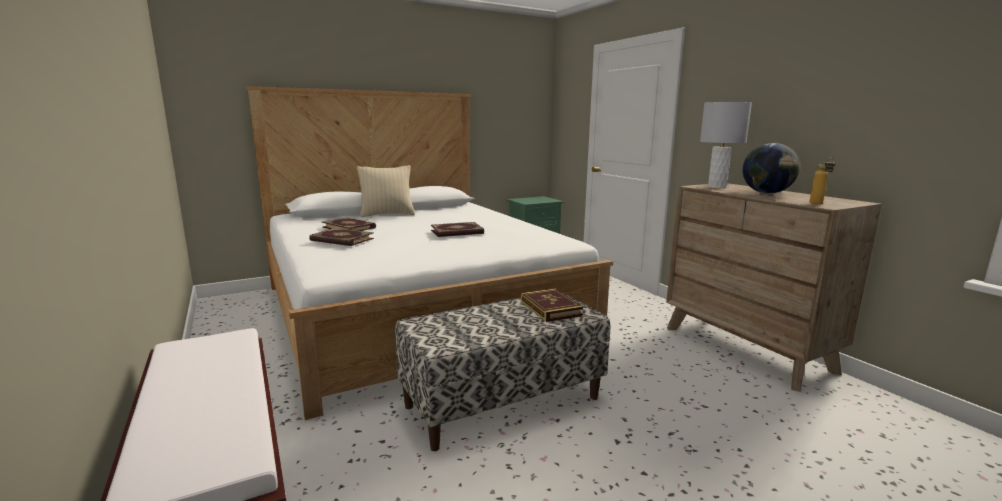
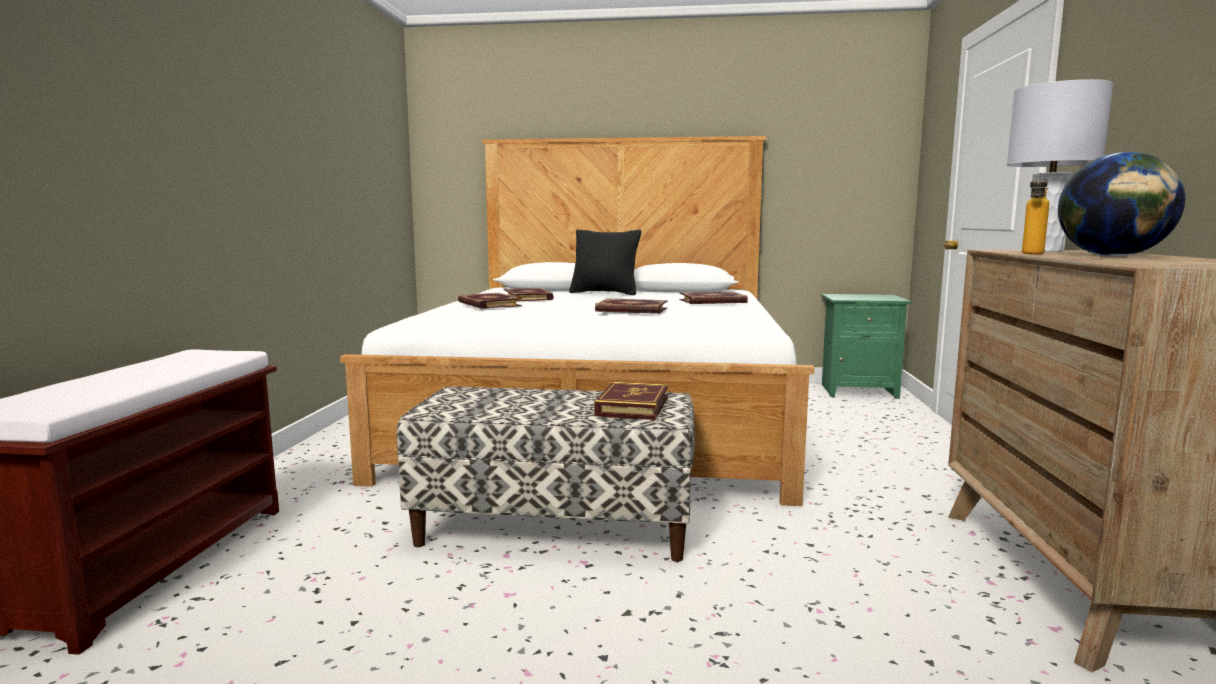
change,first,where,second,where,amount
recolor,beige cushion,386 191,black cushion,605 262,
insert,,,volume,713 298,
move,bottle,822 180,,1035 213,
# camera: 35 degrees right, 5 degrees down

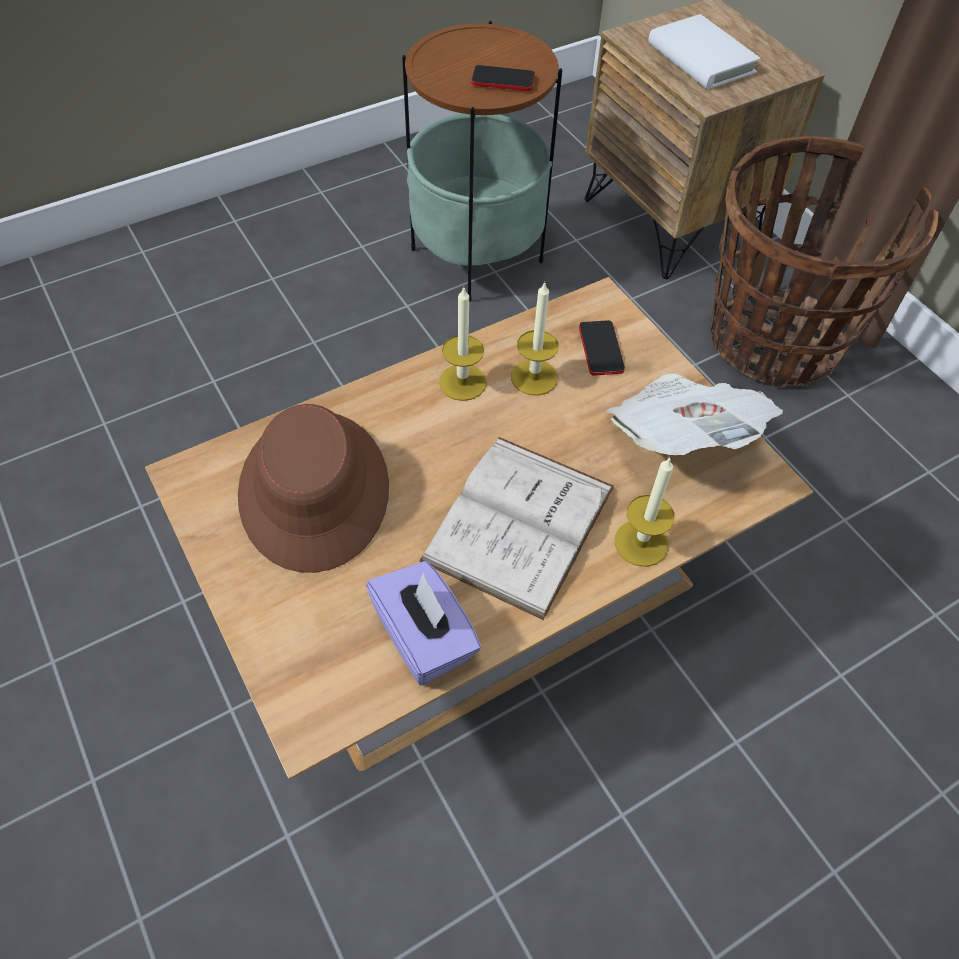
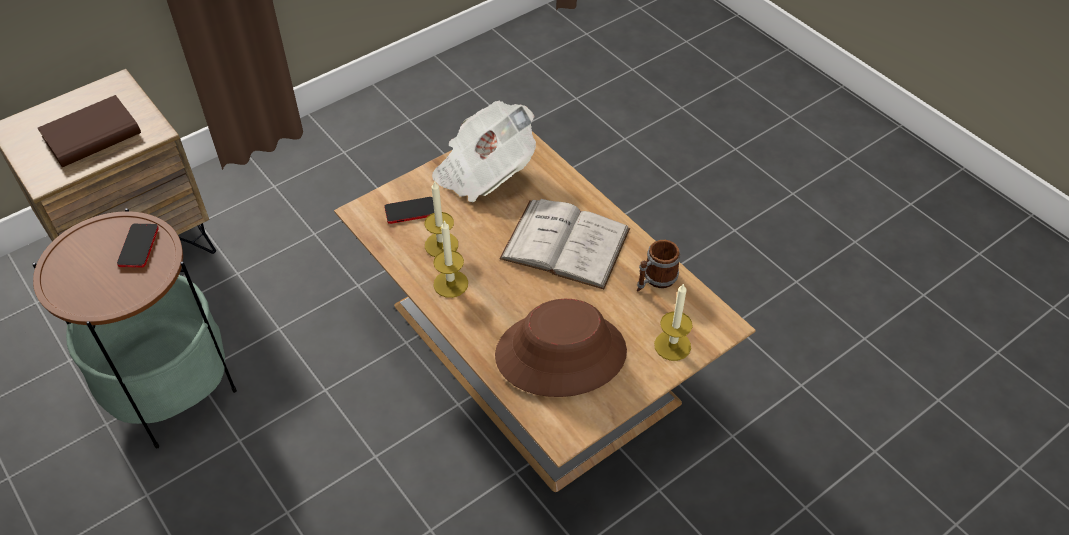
change,first,where,second,where,amount
recolor,whitish volume,704 51,brown-coloured volume,89 131,
replace,purplish tissue box,423 623,mug,659 265,
move,wax light,645 512,,673 322,
delete,storage basket,824 261,,,
# camera: 95 degrees left, 5 degrees down

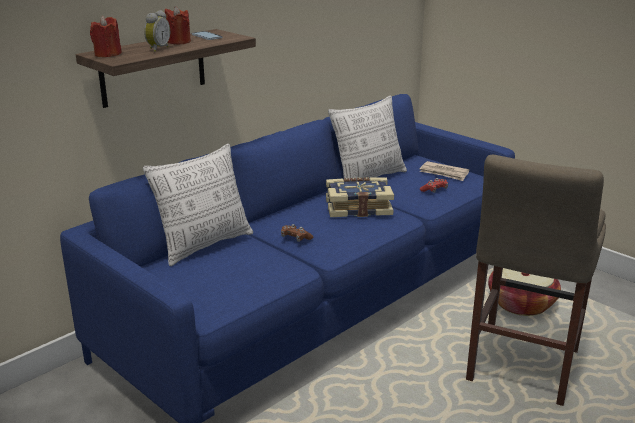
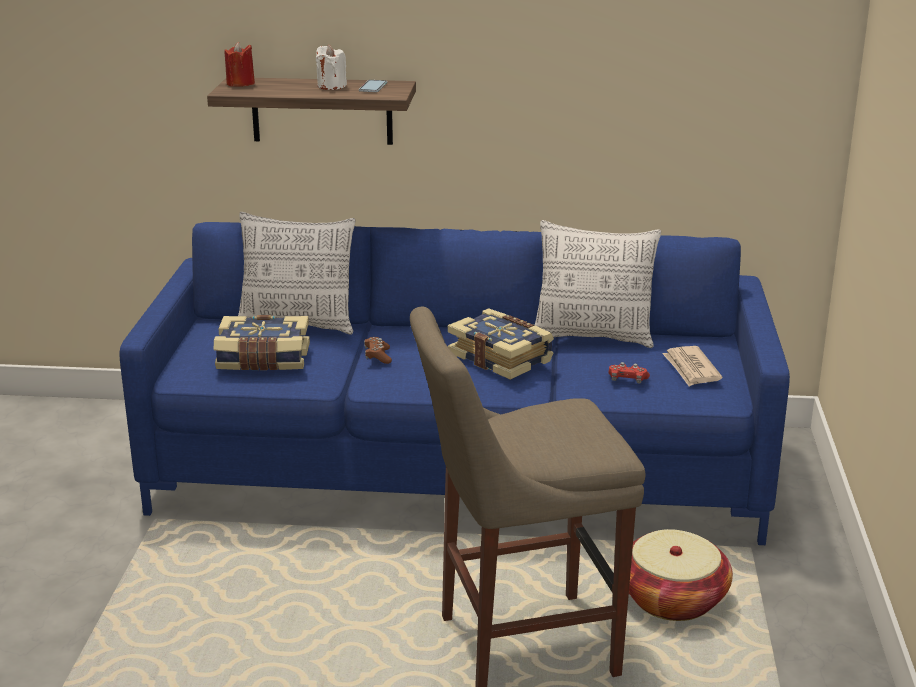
change,first,where,second,where,amount
insert,,,volume,262 342,
recolor,reddish wax light,178 25,whitish wax light,331 67,
delete,alarm clock,157 31,,,
# camera: 50 degrees right, 0 degrees up

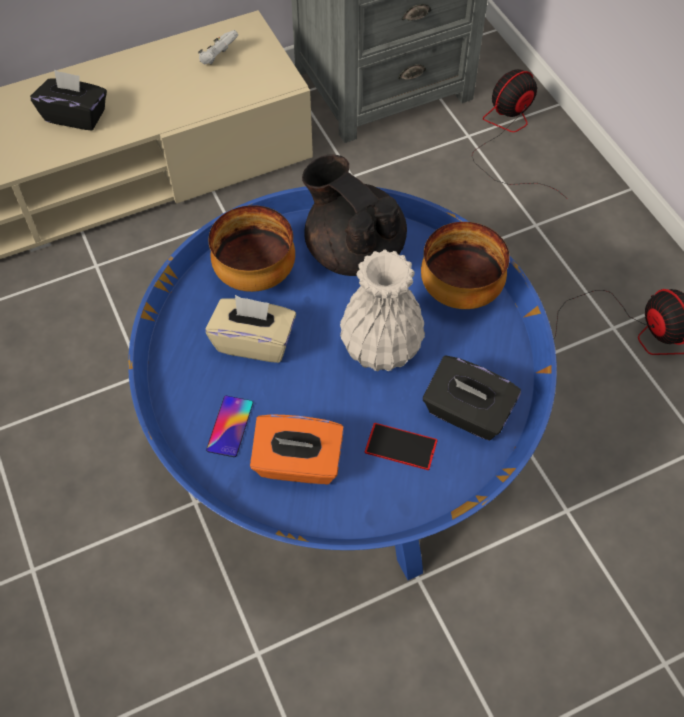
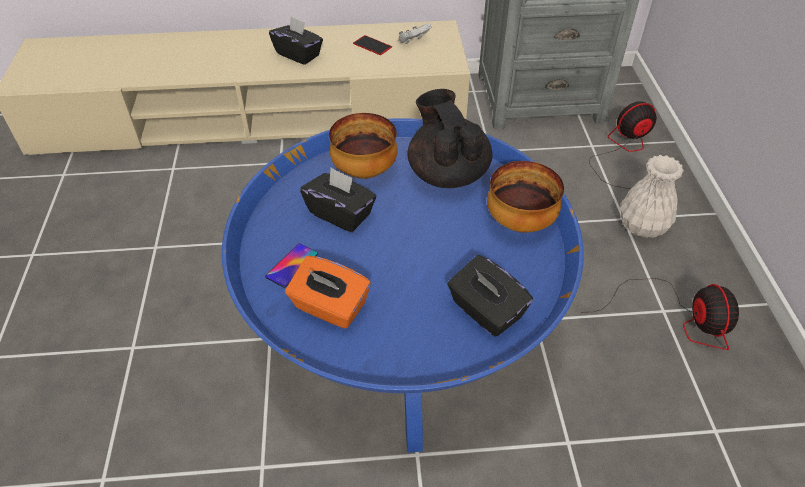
change,first,where,second,where,amount
recolor,beige tissue box,251 329,black tissue box,338 199,
move,telephone,401 446,,372 45,
move,whitish decorative vase,382 310,,652 196,
# camera: 20 degrees right, 10 degrees down

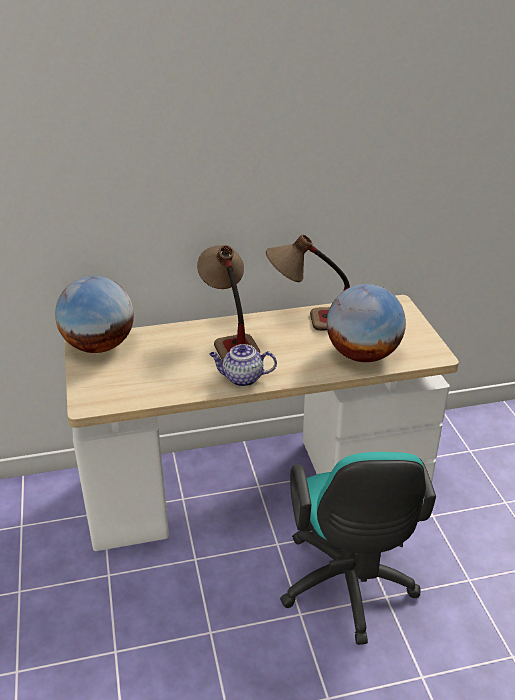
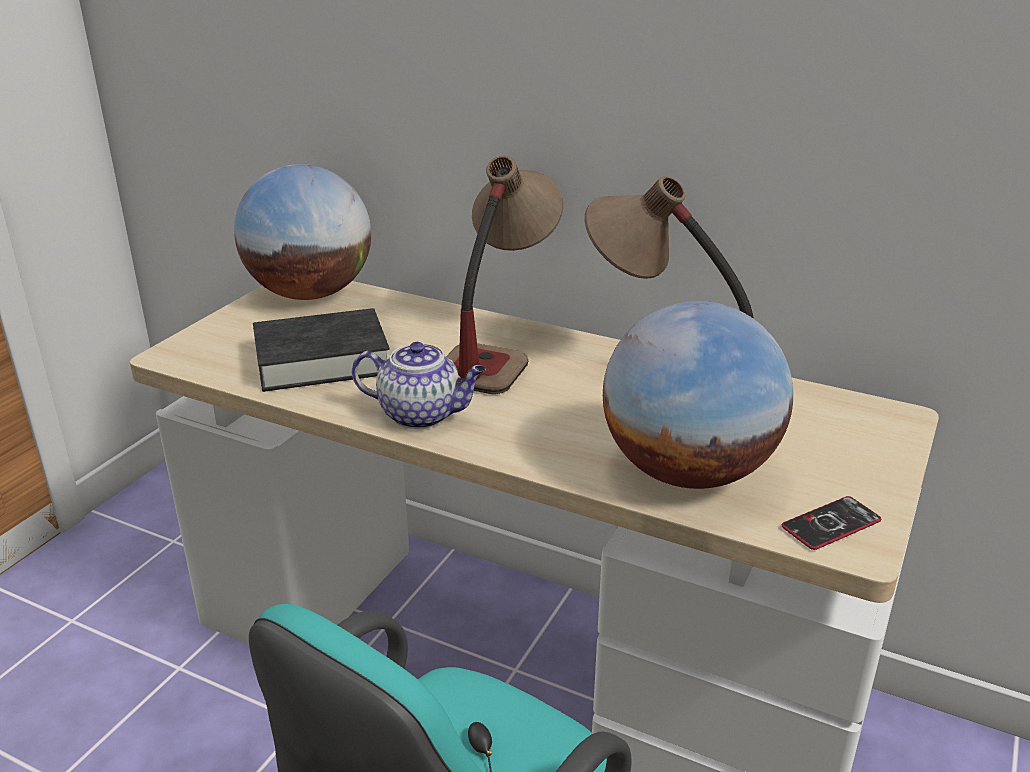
change,first,where,second,where,amount
insert,,,black volume,321 350,
rotate,teapot,243 365,,419 385,150 degrees clockwise
insert,,,telephone,831 523,
# camera: 40 degrees right, 5 degrees down

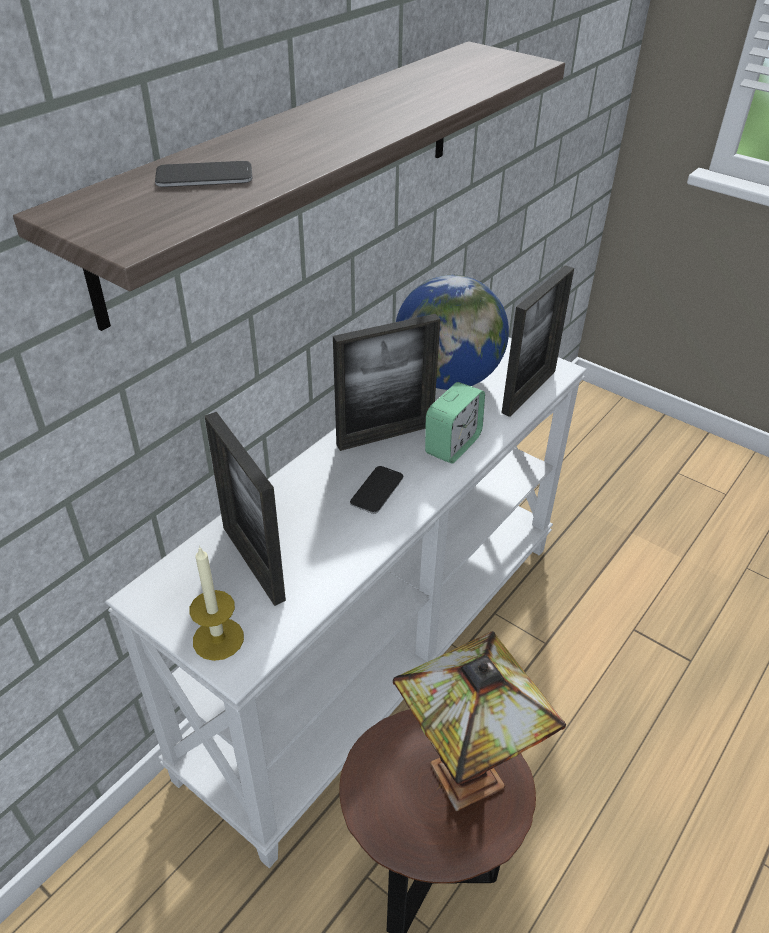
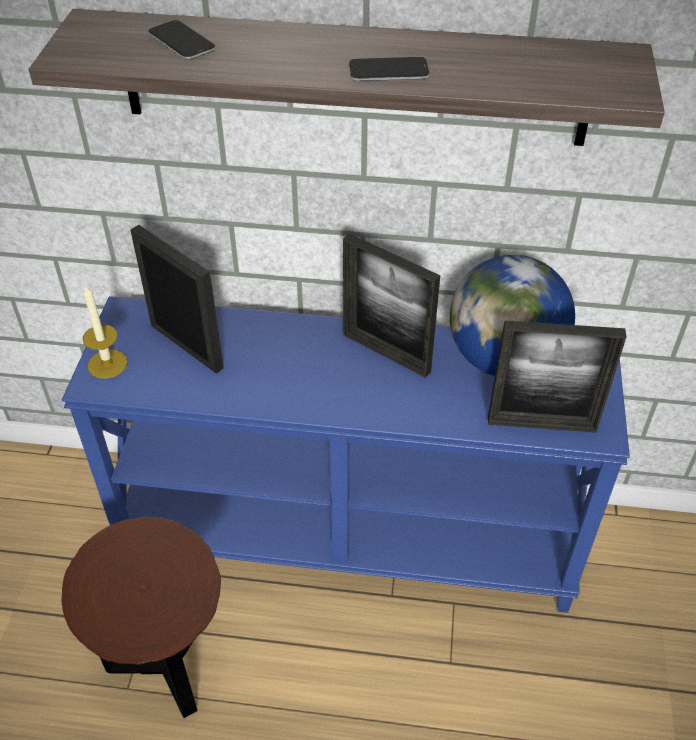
change,first,where,second,where,amount
recolor,whitish console table,346 602,bluish console table,346 454,
rotate,picture frame,245 509,,177 299,105 degrees clockwise
move,telephone,376 490,,389 69,
delete,table lamp,479 721,,,
delete,alarm clock,455 423,,,
# camera: 60 degrees right, 5 degrees up

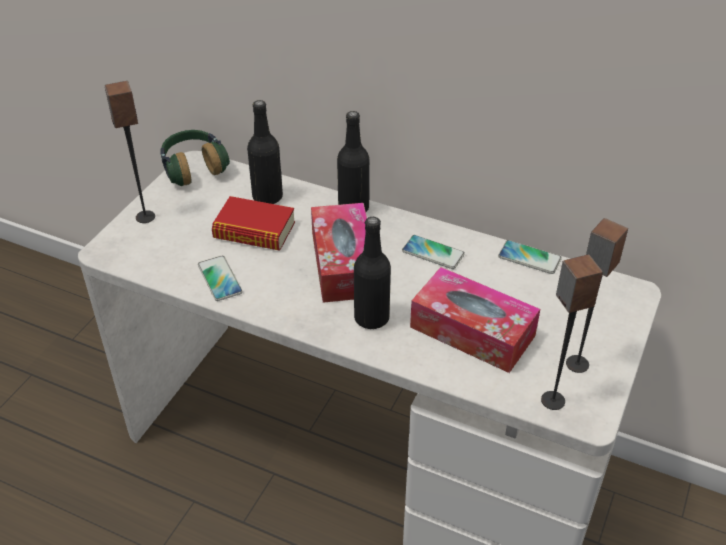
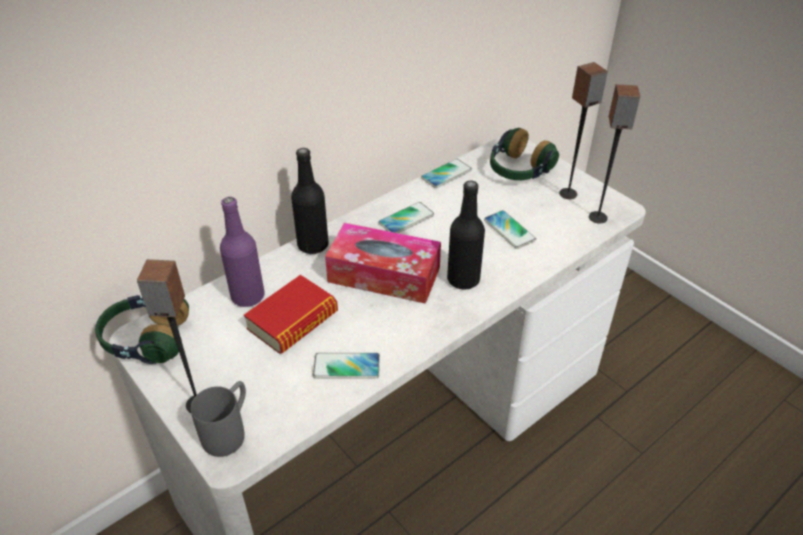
change,first,where,second,where,amount
insert,,,greyish mug,218 419,
recolor,black bottle,265 152,purplish bottle,242 252,
replace,tissue box,475 320,telephone,510 229,
insert,,,pair of headphones,524 154,
# camera: 65 degrees left, 0 degrees up

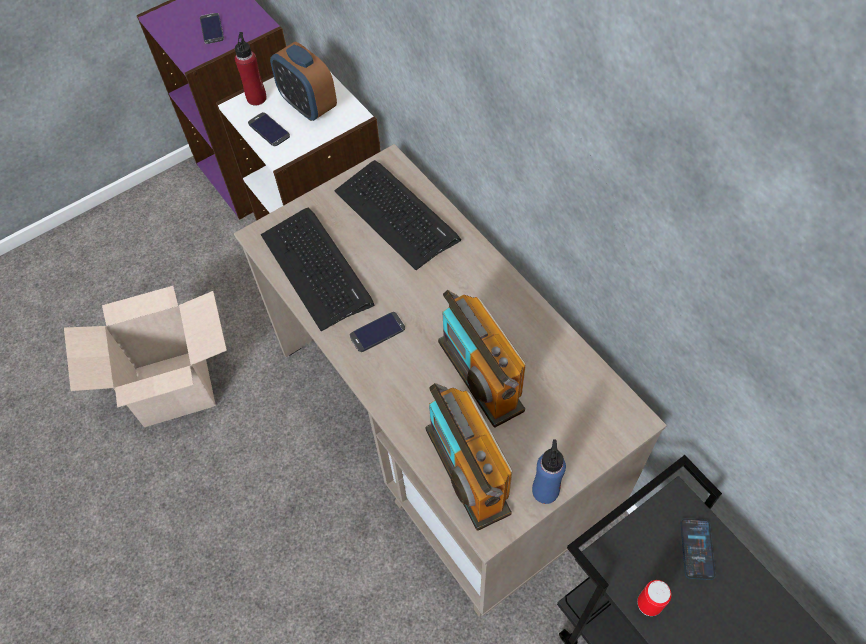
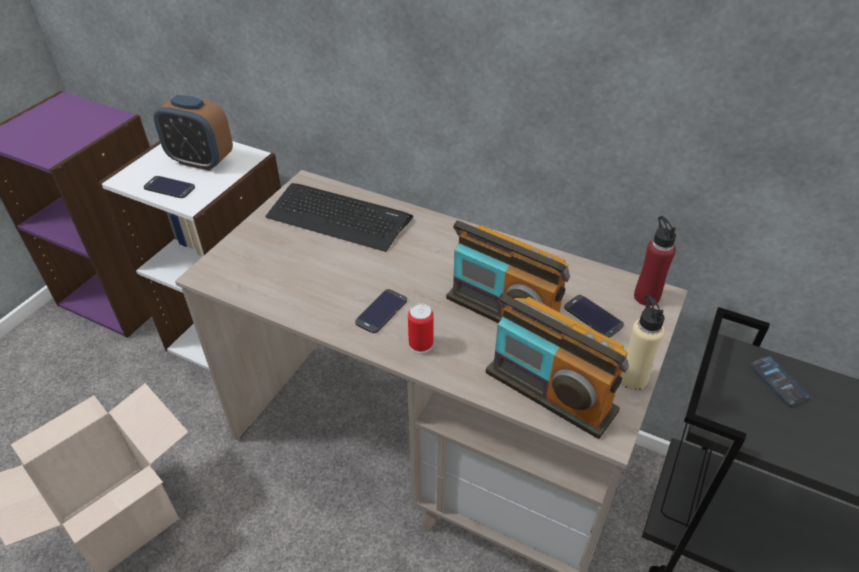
change,first,where,second,where,amount
move,metal can,654 598,,421 328,
move,telephone,212 28,,594 316,
recolor,bluish bottle,549 471,beige bottle,643 342,
move,reddish bottle,251 69,,655 261,
delete,PC keyboard,318 269,,,
# camera: 30 degrees left, 15 degrees down

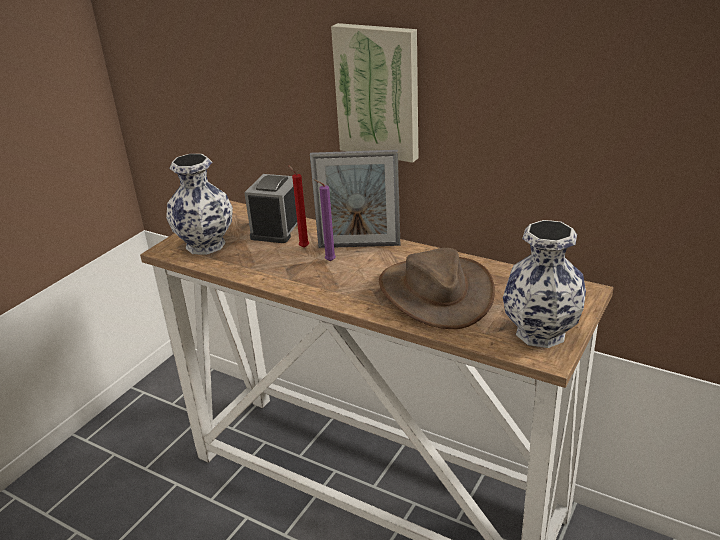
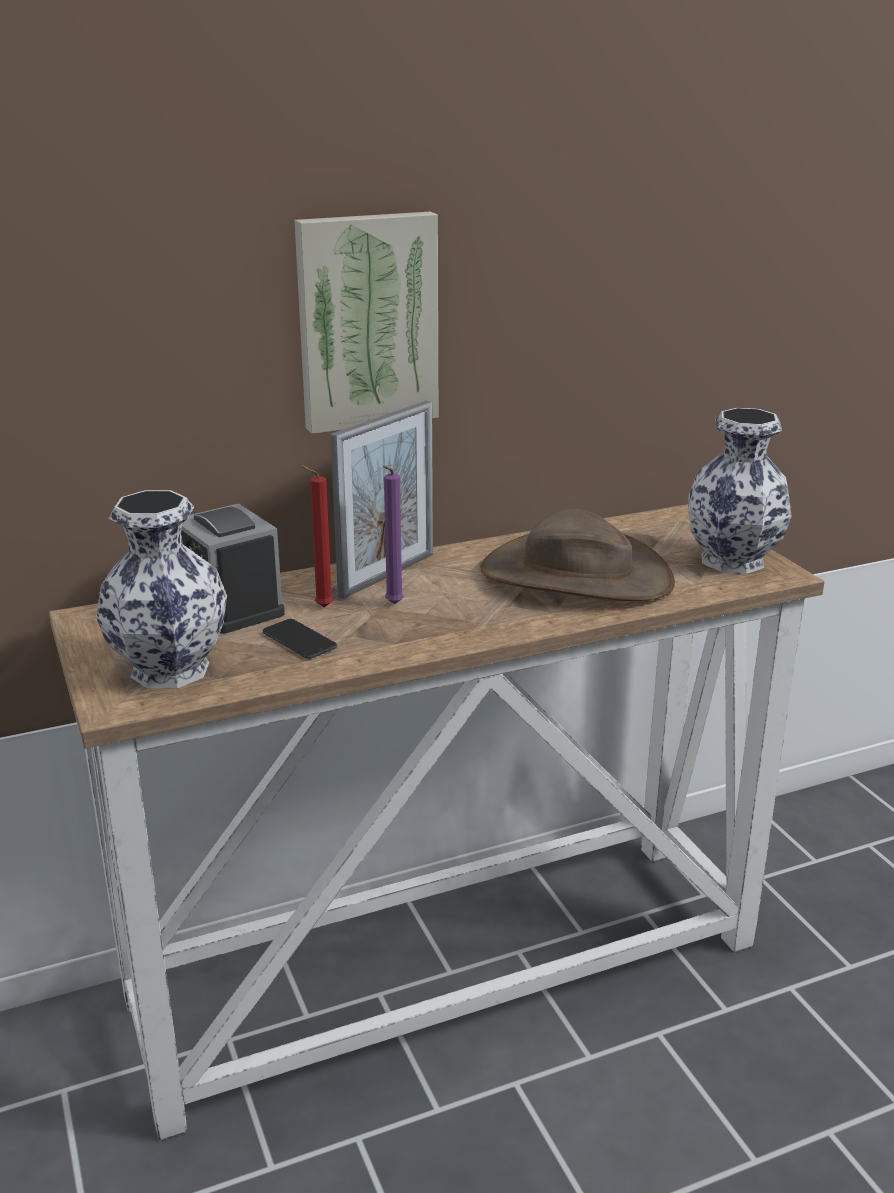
change,first,where,second,where,amount
insert,,,telephone,300 639,
# camera: 55 degrees left, 5 degrees down

